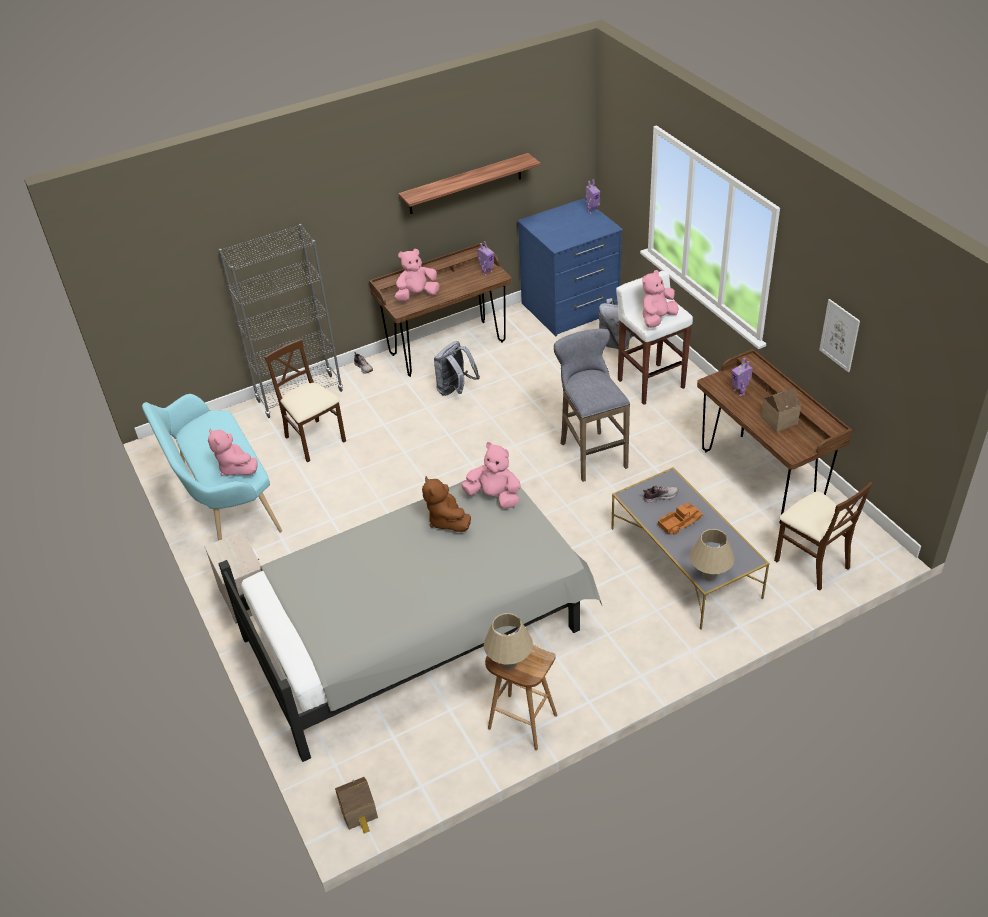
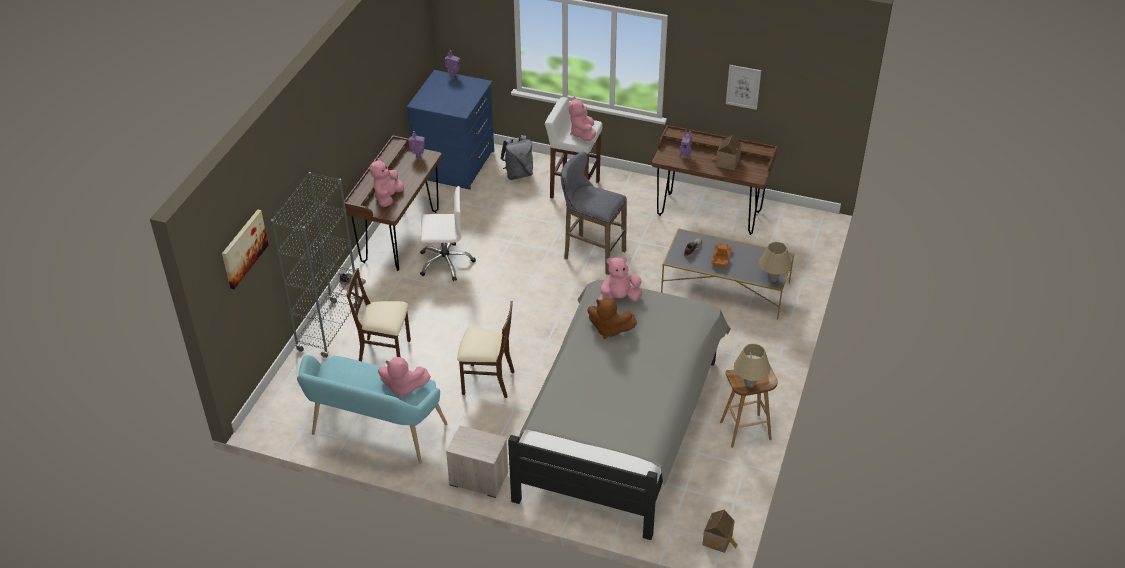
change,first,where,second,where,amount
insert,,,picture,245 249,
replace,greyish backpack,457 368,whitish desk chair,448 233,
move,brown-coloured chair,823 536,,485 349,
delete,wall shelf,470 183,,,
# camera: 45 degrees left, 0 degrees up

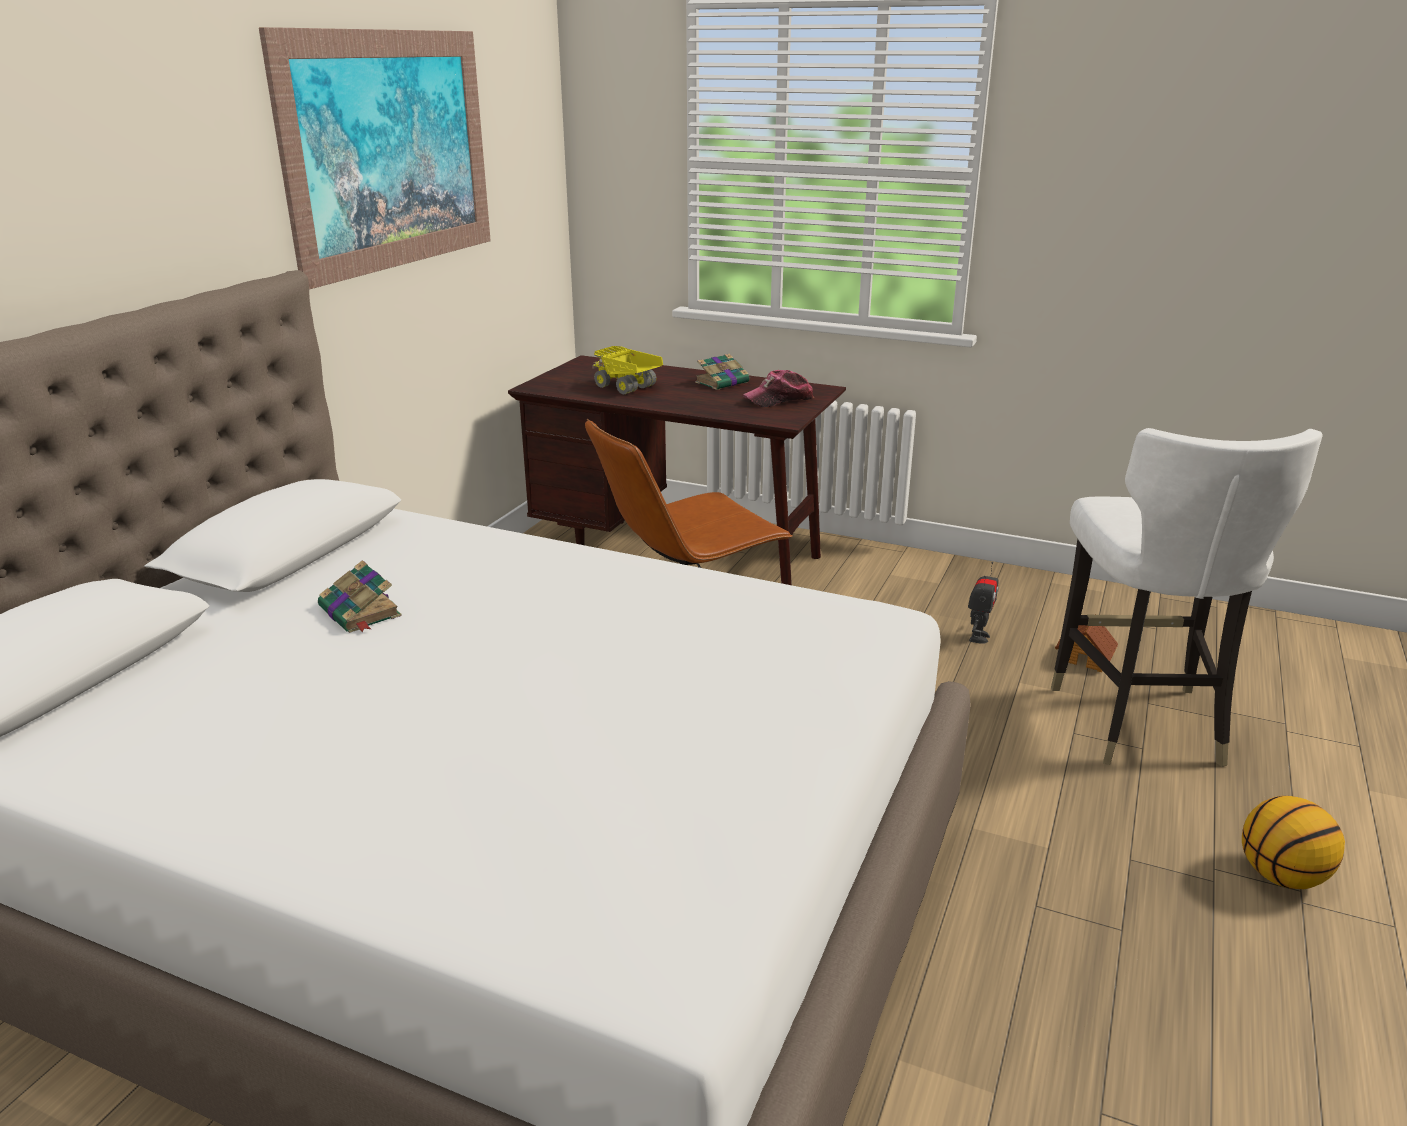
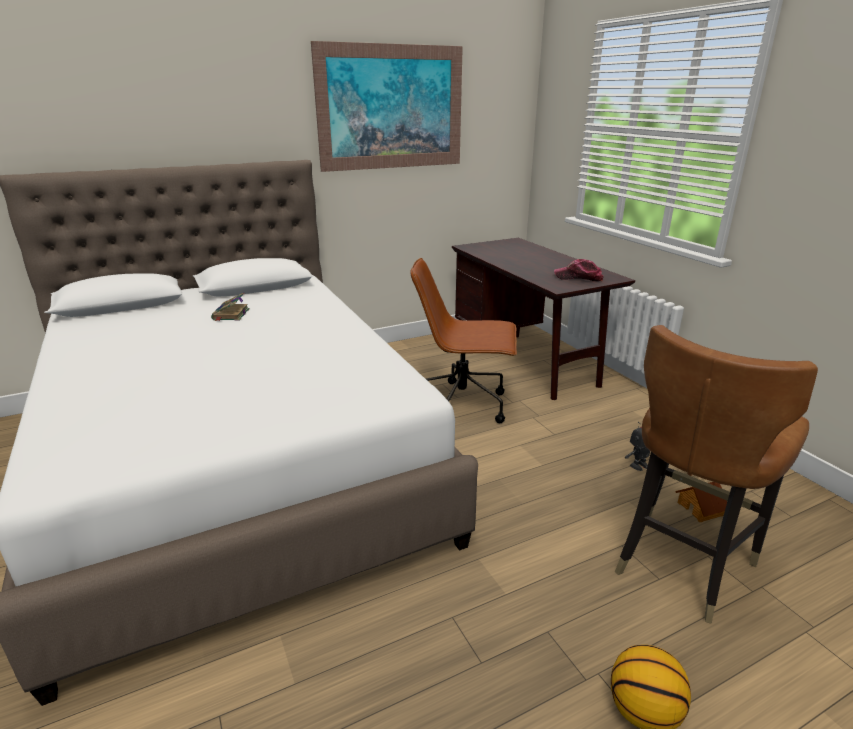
change,first,where,second,where,amount
recolor,whitish chair,1187 597,brown-coloured chair,716 474,
delete,toy lorry,628 370,,,
delete,volume,723 372,,,
# camera: 40 degrees right, 0 degrees up

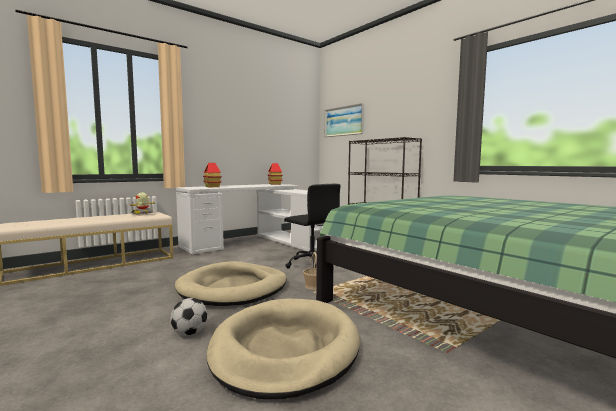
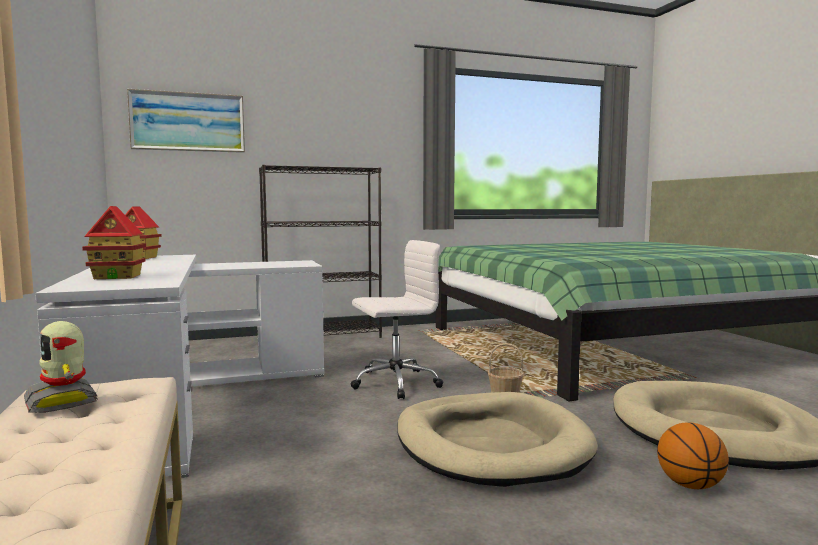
change,first,where,second,where,amount
recolor,black desk chair,312 226,whitish desk chair,397 319,
replace,football,189 317,basketball,693 455,
# camera: 70 degrees left, 0 degrees up

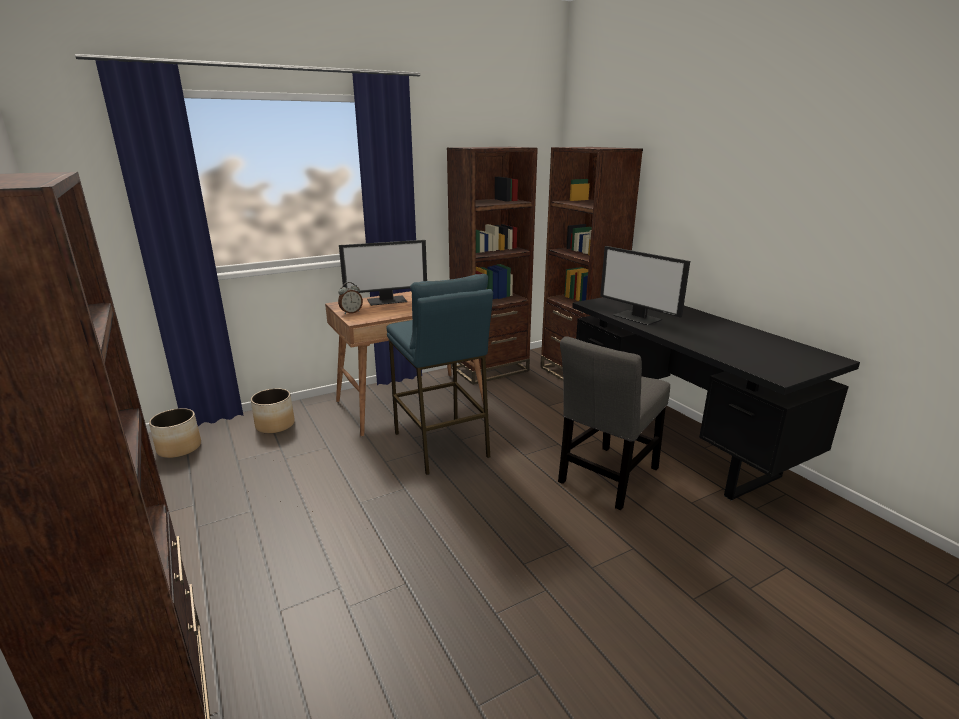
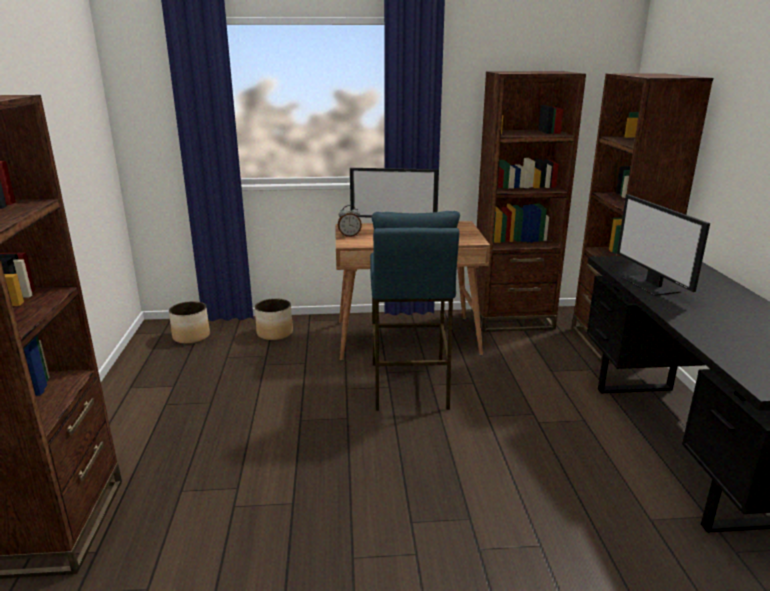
change,first,where,second,where,amount
delete,greyish chair,614 423,,,
# camera: 25 degrees right, 0 degrees up

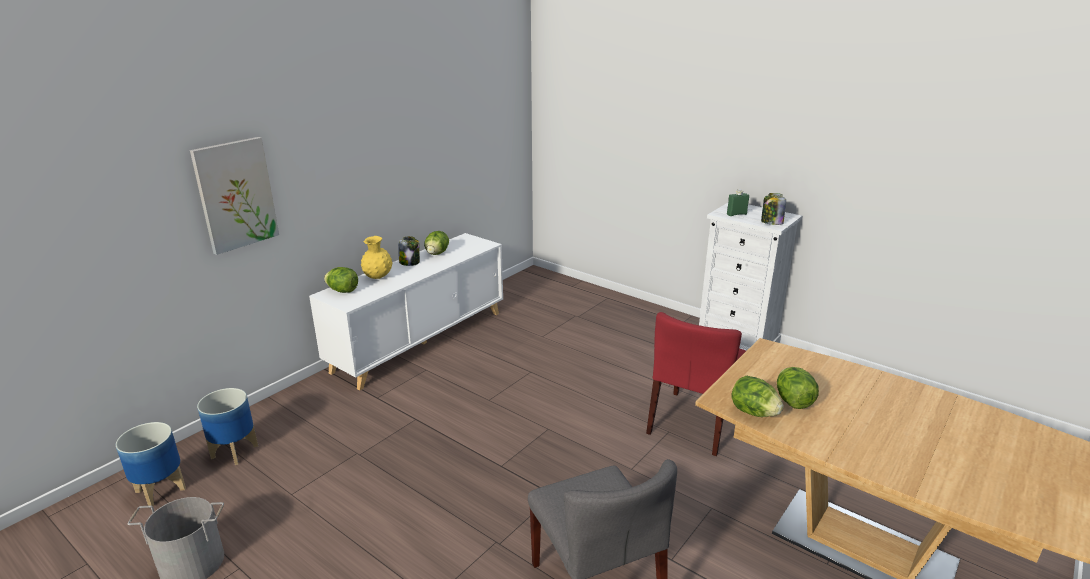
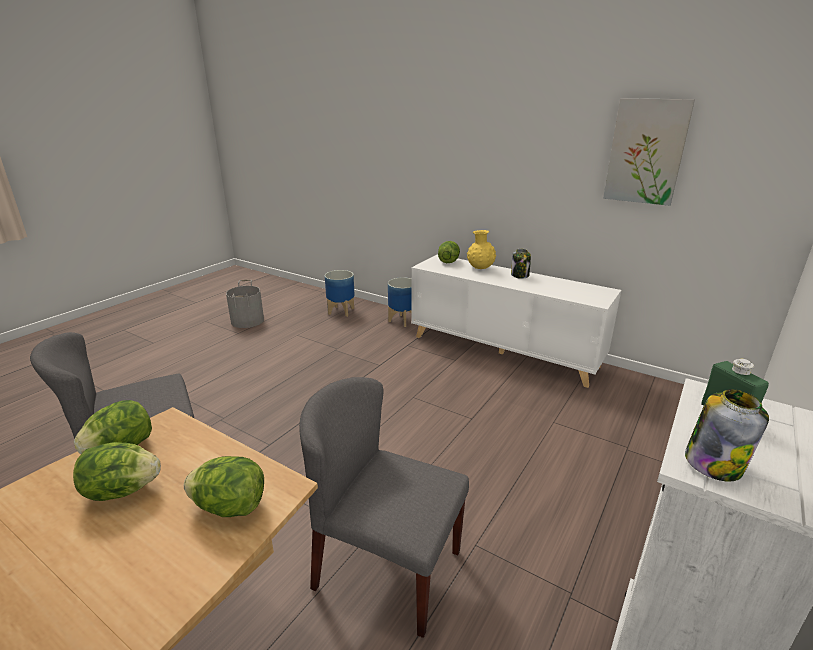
change,first,where,second,where,amount
move,head of lettuce,436 243,,224 486,
recolor,reddish chair,696 384,greyish chair,384 507,
move,plant pot,151 464,,400 302,
move,picture,234 196,,649 152,
# camera: 85 degrees right, 0 degrees up

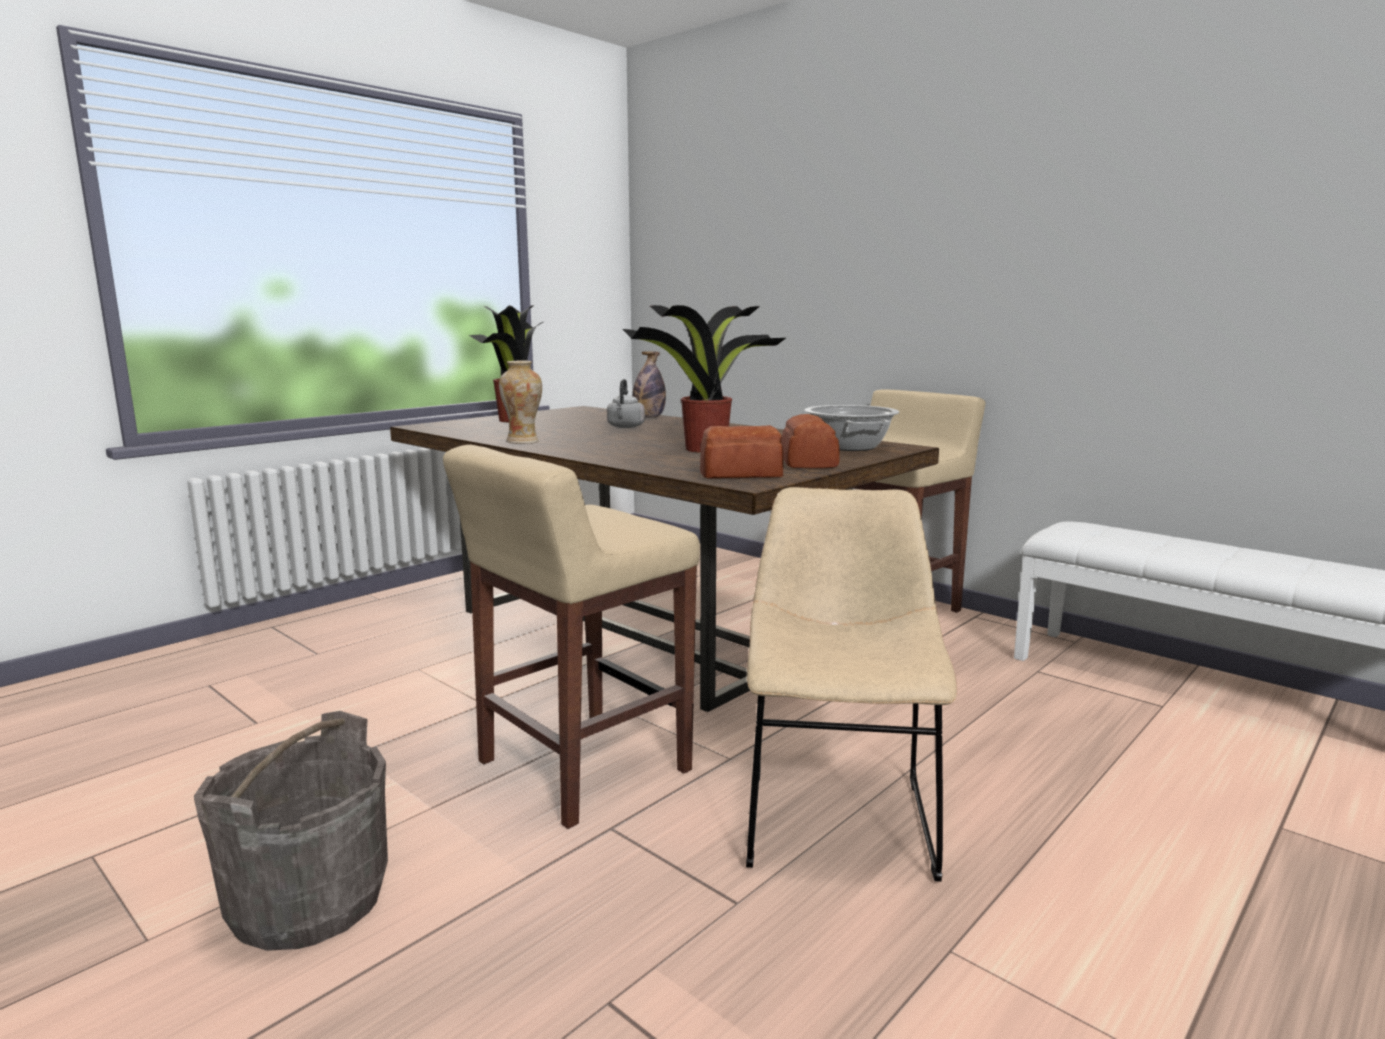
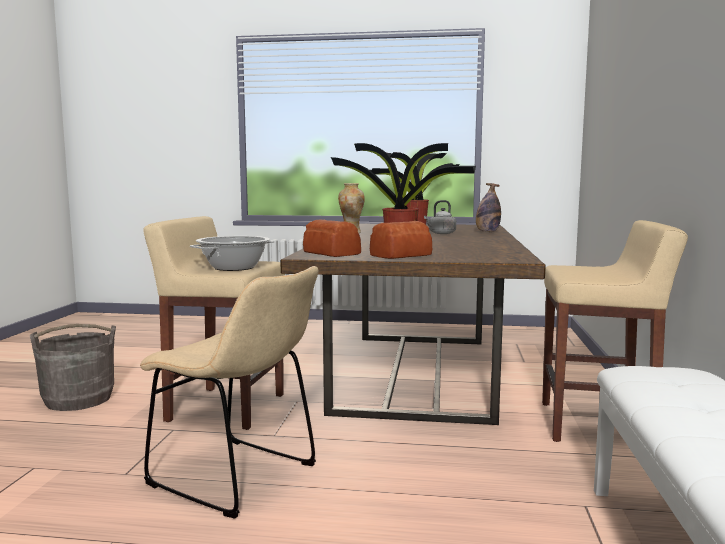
change,first,where,second,where,amount
rotate,beige chair,851 684,,229 392,60 degrees clockwise
move,cooking pot,852 428,,232 253,
# camera: 55 degrees right, 5 degrees down

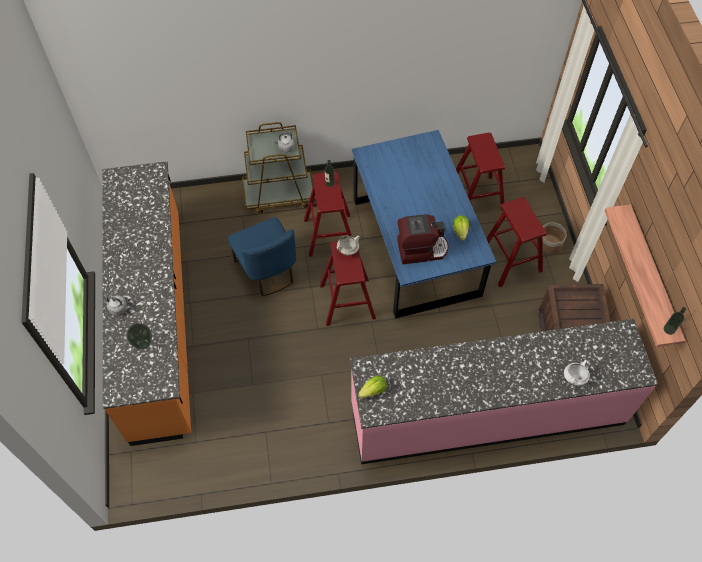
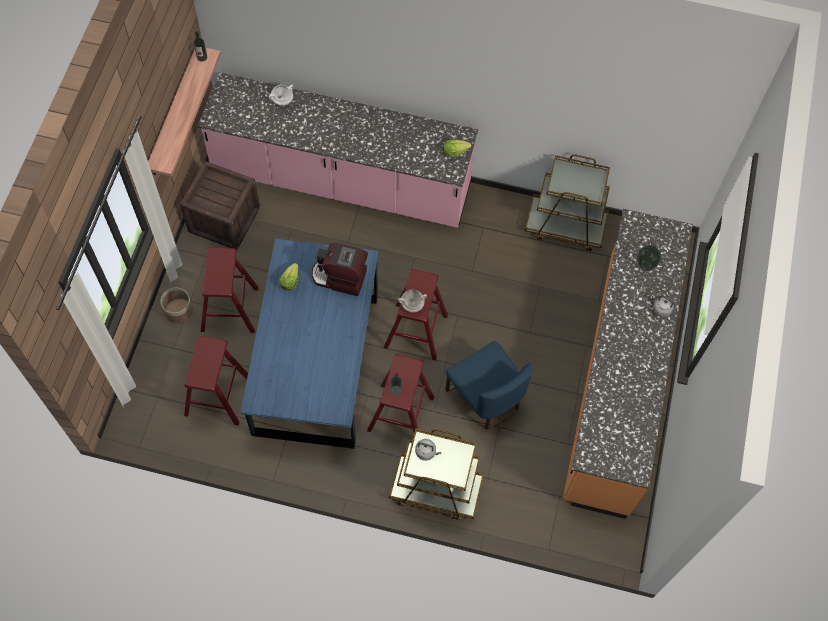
change,first,where,second,where,amount
rotate,bluish chair,262 256,,489 385,150 degrees clockwise
insert,,,brown-coloured trolley,567 202,
# camera: 160 degrees left, 5 degrees up

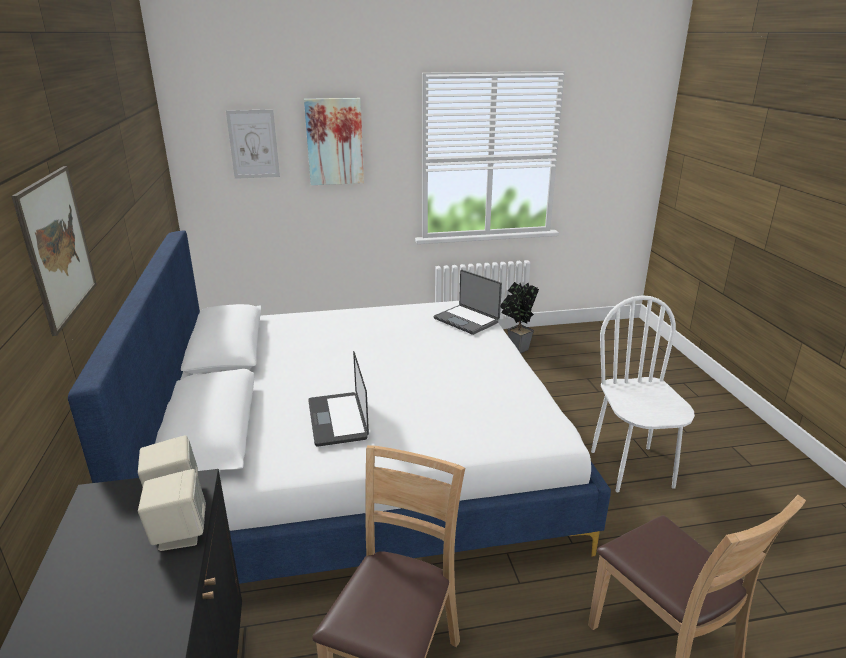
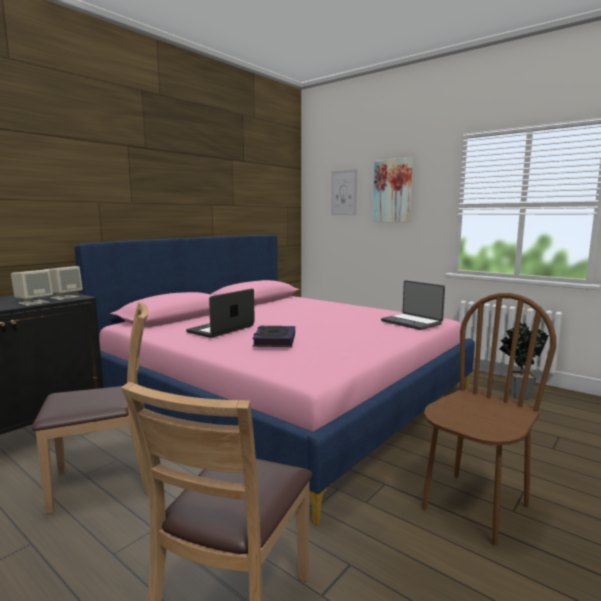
change,first,where,second,where,amount
recolor,whitish bed,339 407,pinkish bed,274 380,
insert,,,volume,274 336,
rotate,portable computer,468 302,,413 305,45 degrees counterclockwise
recolor,whitish chair,643 394,brown-coloured chair,489 419,
delete,picture,54 251,,,
# camera: 50 degrees right, 15 degrees down

